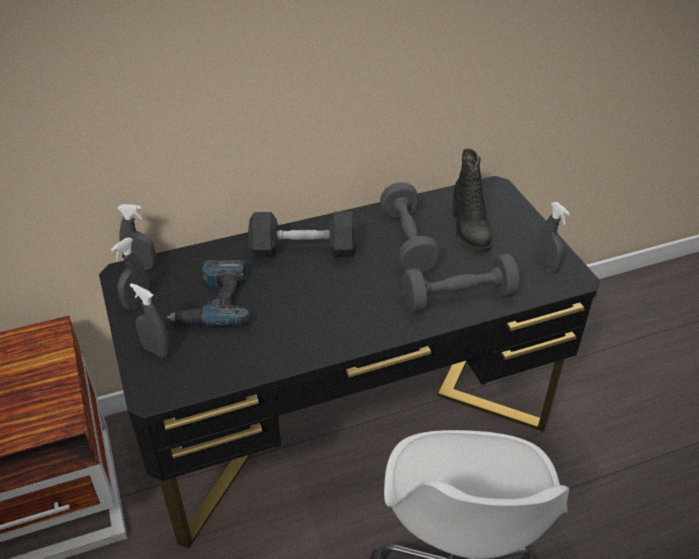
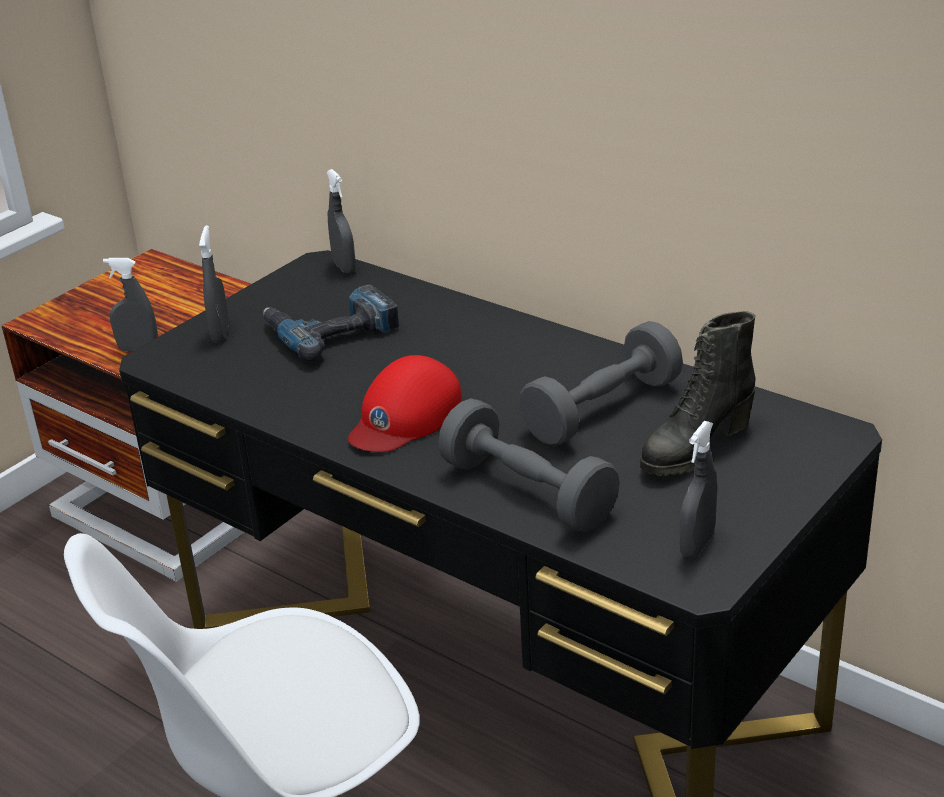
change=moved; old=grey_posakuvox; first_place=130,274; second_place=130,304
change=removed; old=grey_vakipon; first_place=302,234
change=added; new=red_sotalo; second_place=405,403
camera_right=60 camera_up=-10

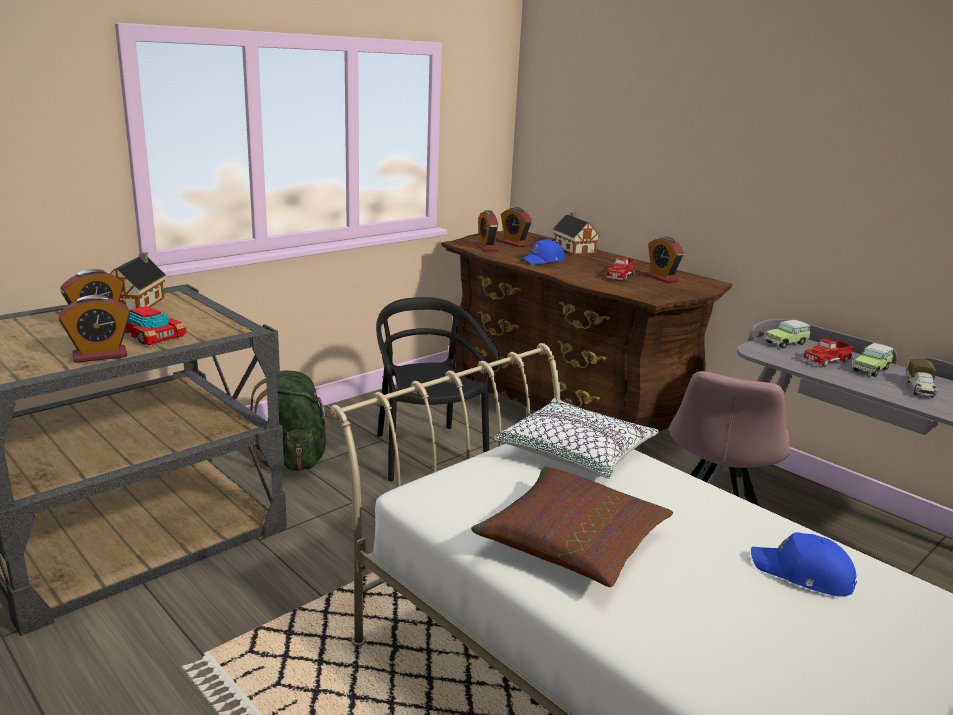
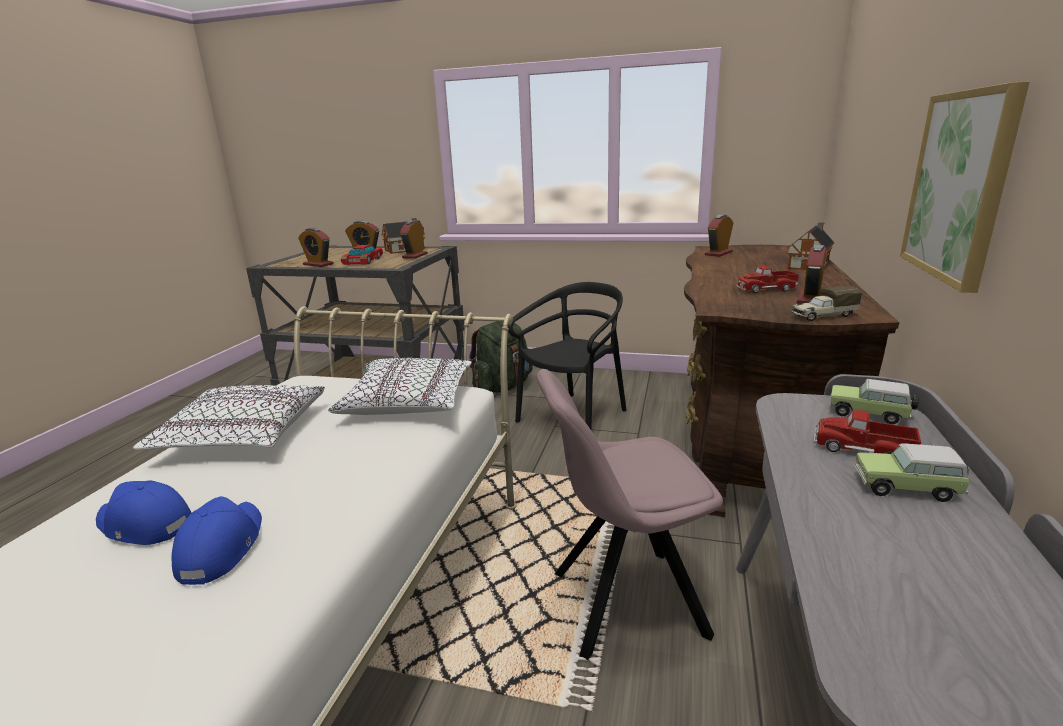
change=recoloured; old=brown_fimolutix; new=white_fimolutix; first_place=572,527; second_place=229,417
change=moved; old=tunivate; first_place=516,227; second_place=413,240
change=moved; old=blue_sotalo; first_place=543,252; second_place=144,512
change=moved; old=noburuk; first_place=922,378; second_place=826,303
change=added; new=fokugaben; second_place=965,187
camera_right=60 camera_up=0

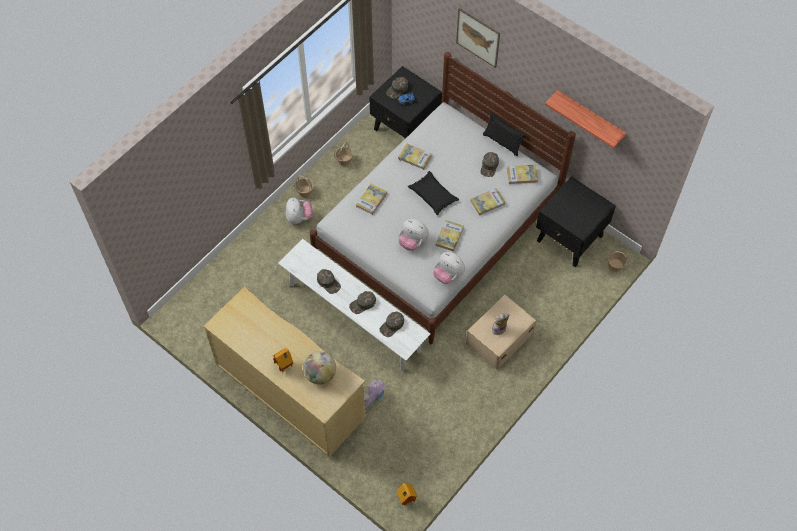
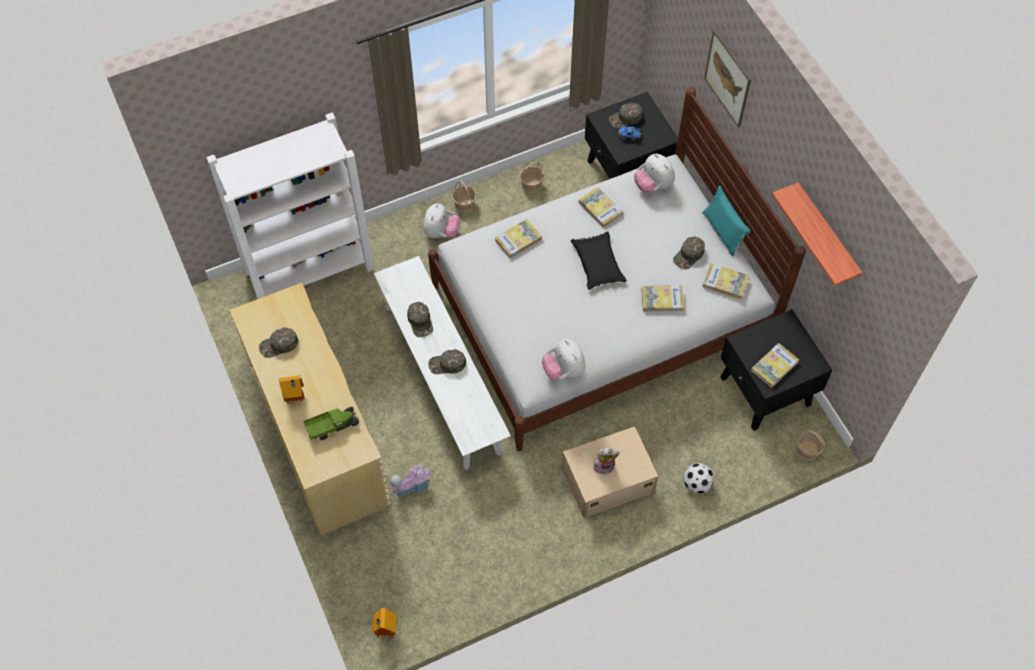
change=replaced; old=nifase; new=noburuk; first_place=319,368; second_place=331,423
change=moved; old=green_sotalo; first_place=391,324; second_place=278,342
change=moved; old=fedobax; first_place=413,235; second_place=654,173
change=moved; old=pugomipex; first_place=450,236; second_place=775,365
change=recoloured; old=black_fimolutix; new=turquoise_fimolutix; first_place=504,134; second_place=726,221
change=added; new=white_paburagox; second_place=290,206
change=added; new=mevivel; second_place=699,478
camera_right=25 camera_up=0

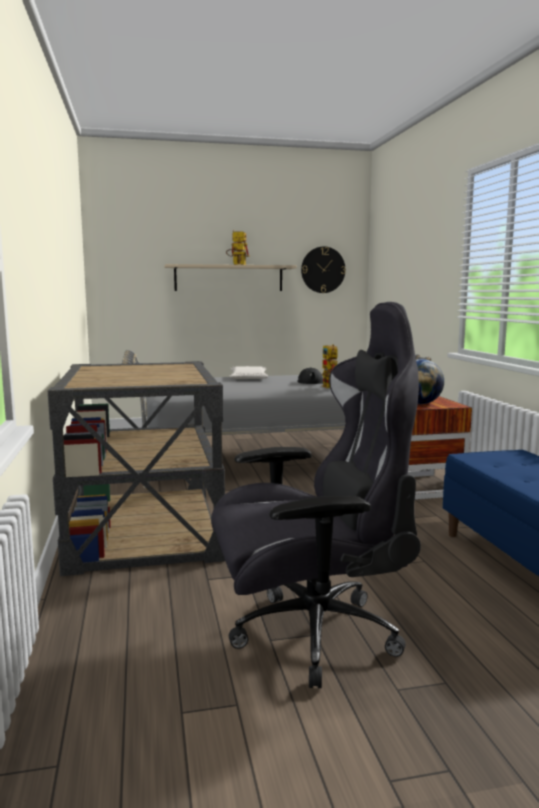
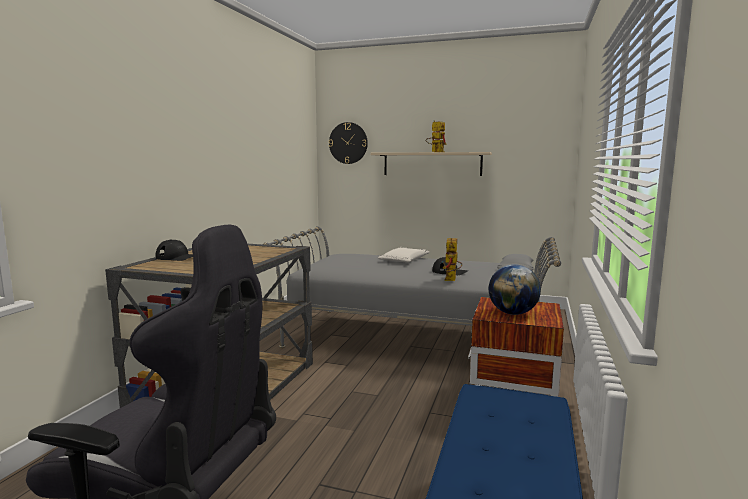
change=moved; old=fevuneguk; first_place=323,269; second_place=348,143
change=added; new=black_sotalo; second_place=174,250
camera_right=30 camera_up=0

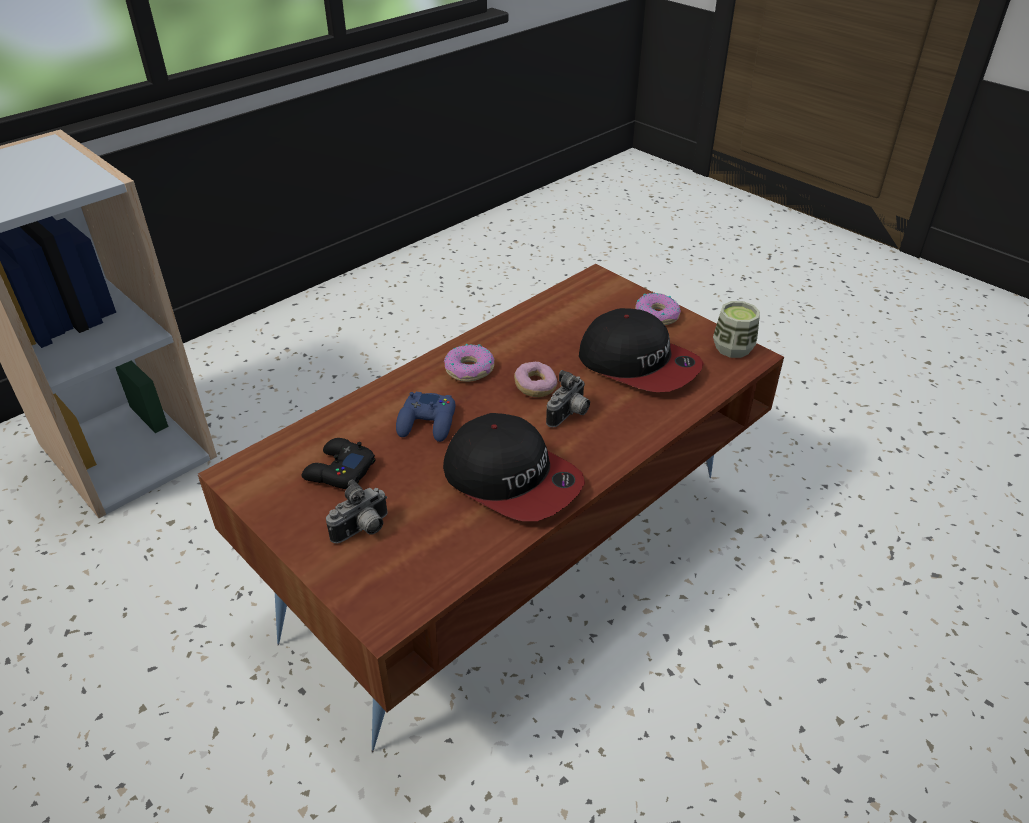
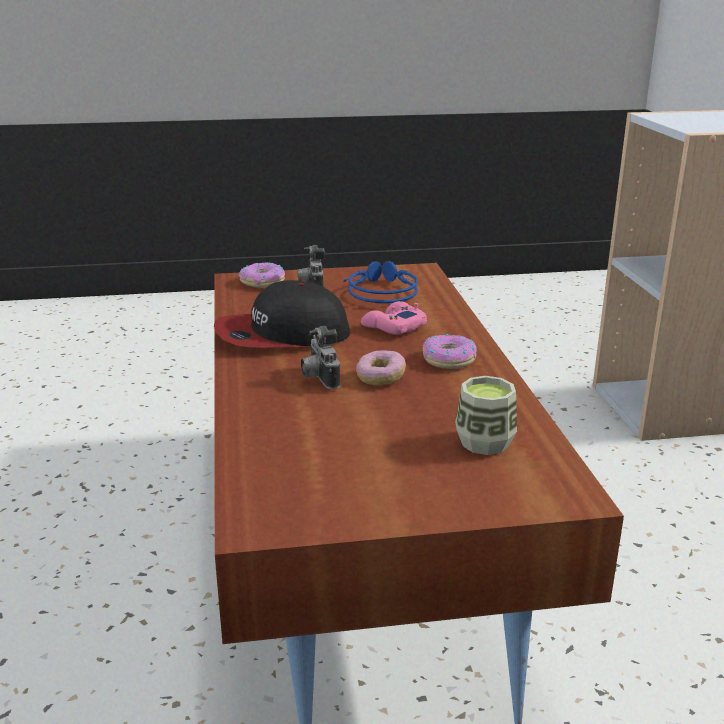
change=replaced; old=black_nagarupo; new=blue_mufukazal; first_place=339,463; second_place=380,282
change=recoloured; old=blue_nagarupo; new=pink_nagarupo; first_place=425,417; second_place=394,318
change=removed; old=sotalo; first_place=641,350
change=moved; old=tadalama; first_place=658,309; second_place=261,275
change=moved; old=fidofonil; first_place=736,329; second_place=486,415
camera_right=125 camera_up=-15

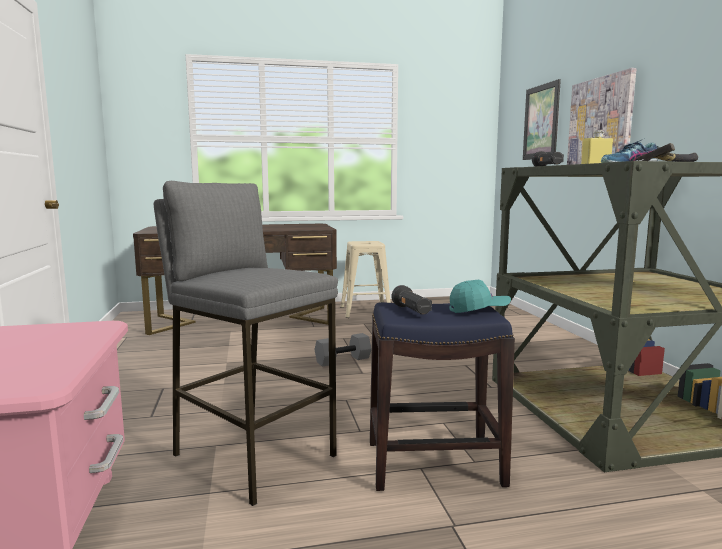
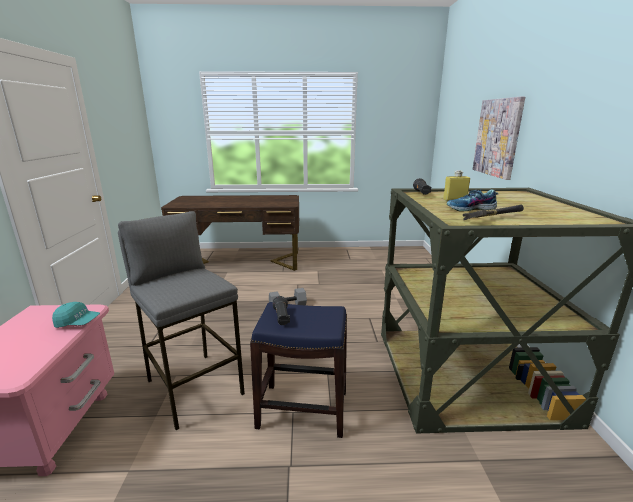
change=removed; old=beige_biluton; first_place=365,279
change=moved; old=turquoise_sotalo; first_place=480,296; second_place=76,315
change=removed; old=fokugaben; first_place=542,119
camera_right=10 camera_up=10

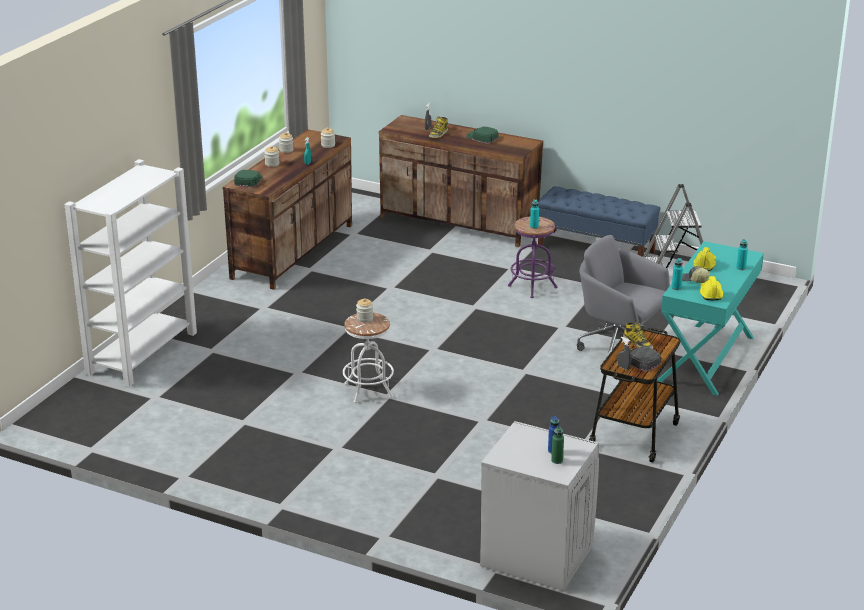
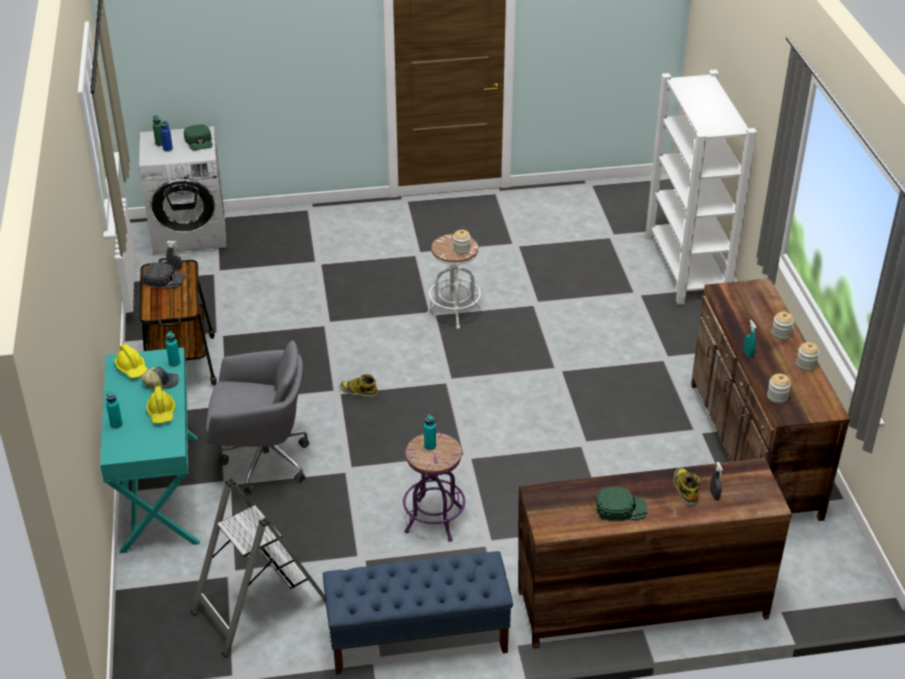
change=moved; old=green_sotalo; first_place=248,179; second_place=198,137
change=moved; old=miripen; first_place=638,335; second_place=359,386
camera_right=145 camera_up=10

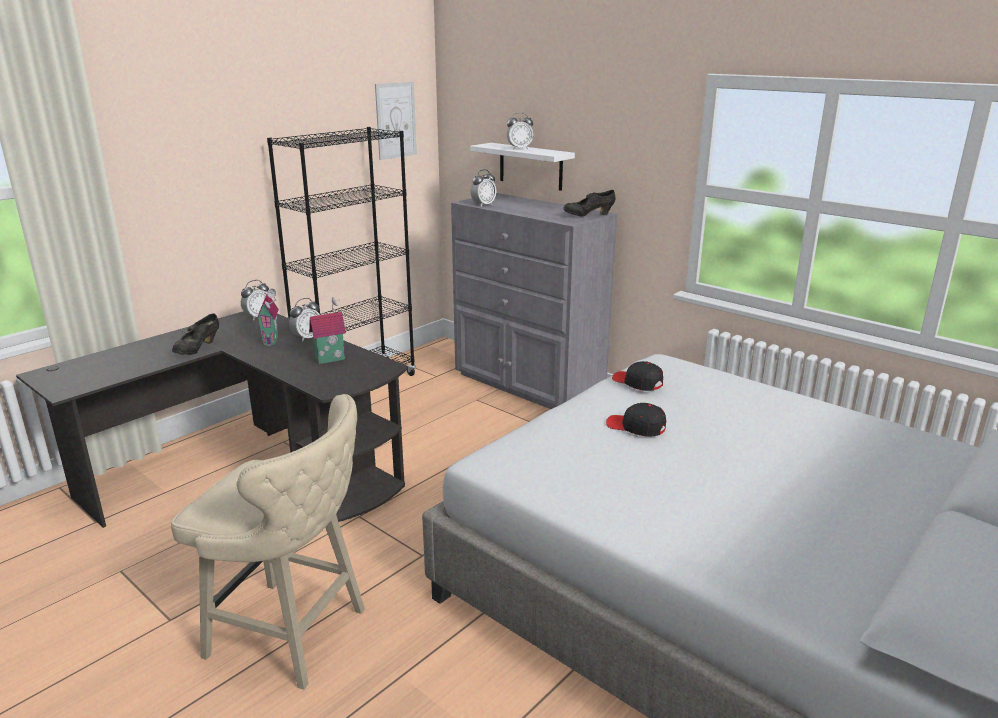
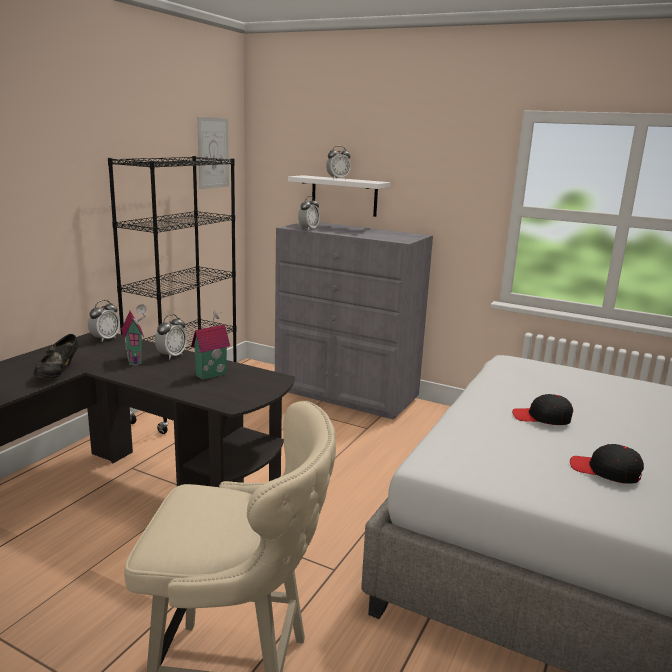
change=removed; old=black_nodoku; first_place=589,203
change=moved; old=black_sotalo; first_place=637,376; second_place=607,464
camera_right=-15 camera_up=-5

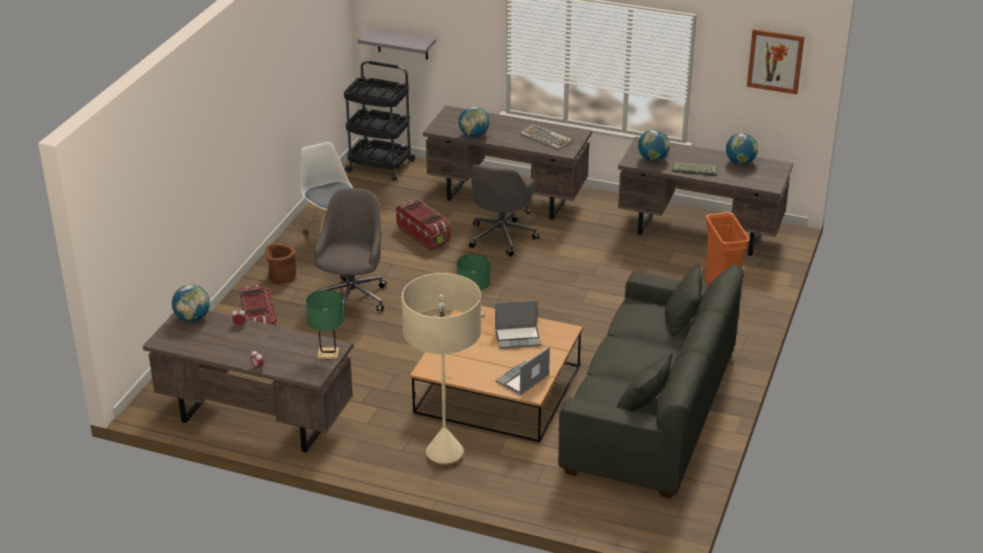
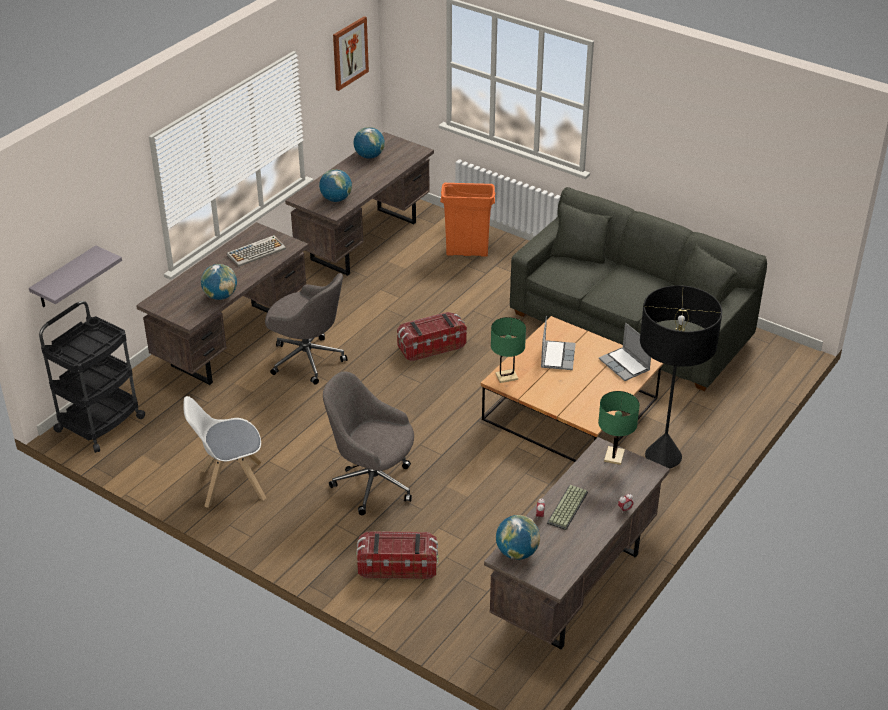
change=removed; old=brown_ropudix; first_place=280,263
change=moved; old=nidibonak; first_place=423,225; second_place=432,337
change=recoloured; old=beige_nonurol; new=black_nonurol; first_place=441,369; second_place=681,377
change=moved; old=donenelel; first_place=694,169; second_place=567,507
camera_right=-75 camera_up=5

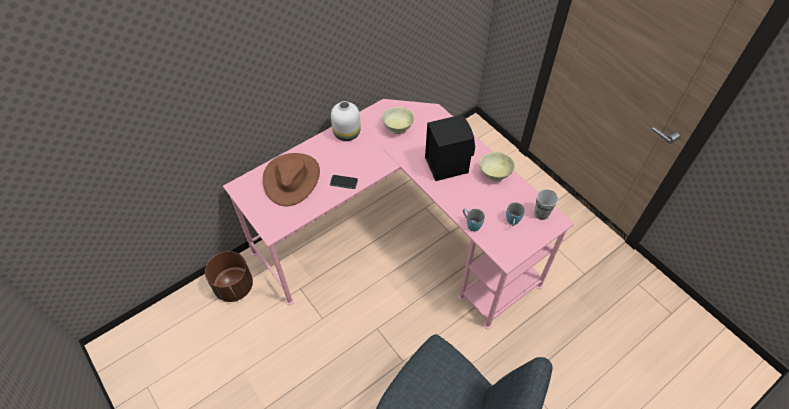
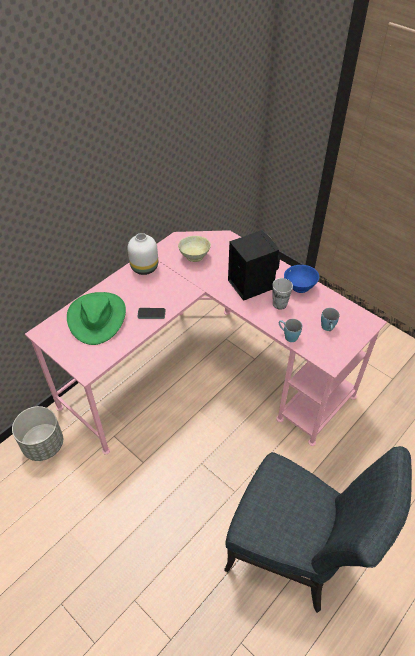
change=recoloured; old=brown_ropudix; new=grey_ropudix; first_place=229,276; second_place=37,433
change=recoloured; old=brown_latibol; new=green_latibol; first_place=291,179; second_place=96,318
change=recoloured; old=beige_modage; new=blue_modage; first_place=497,166; second_place=301,279
change=moved; old=fidofonil; first_place=546,204; second_place=282,294
camera_right=-10 camera_up=-5

